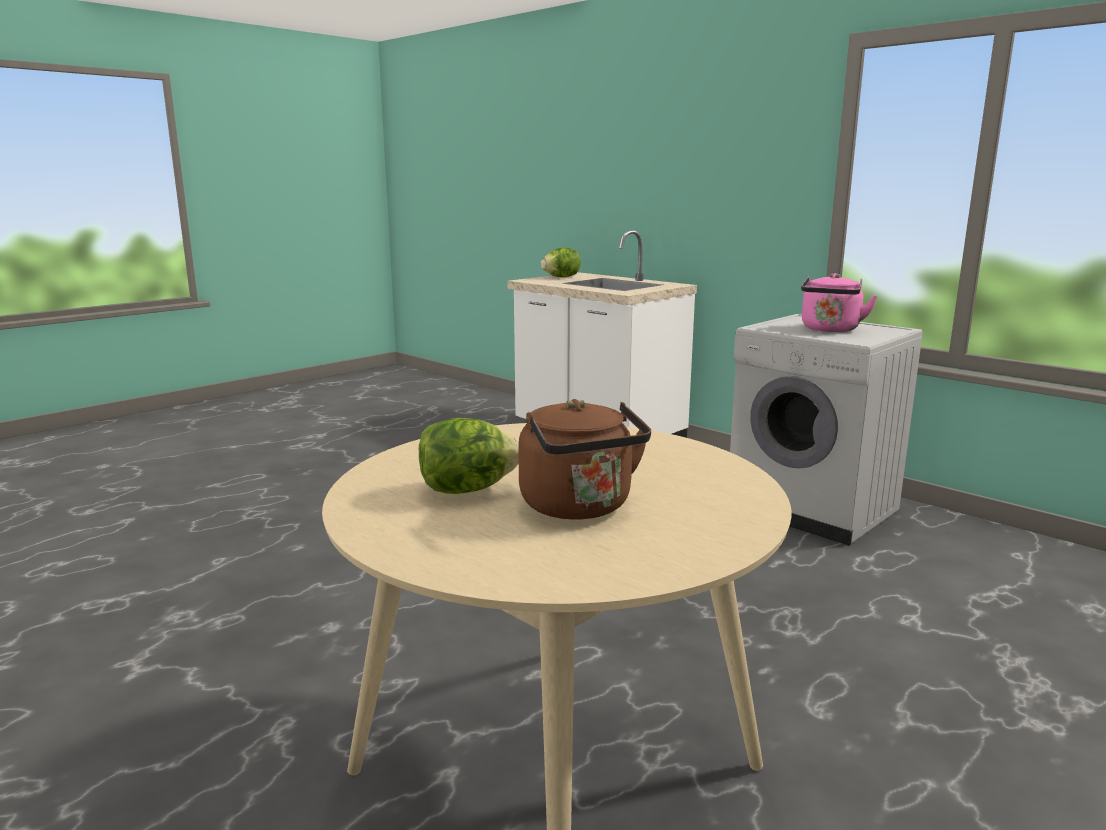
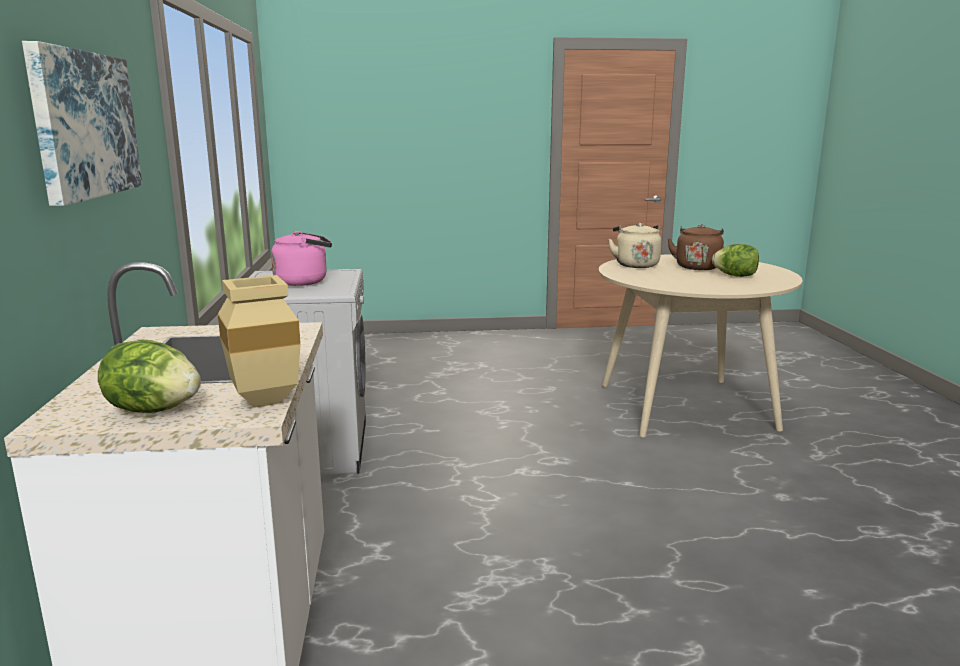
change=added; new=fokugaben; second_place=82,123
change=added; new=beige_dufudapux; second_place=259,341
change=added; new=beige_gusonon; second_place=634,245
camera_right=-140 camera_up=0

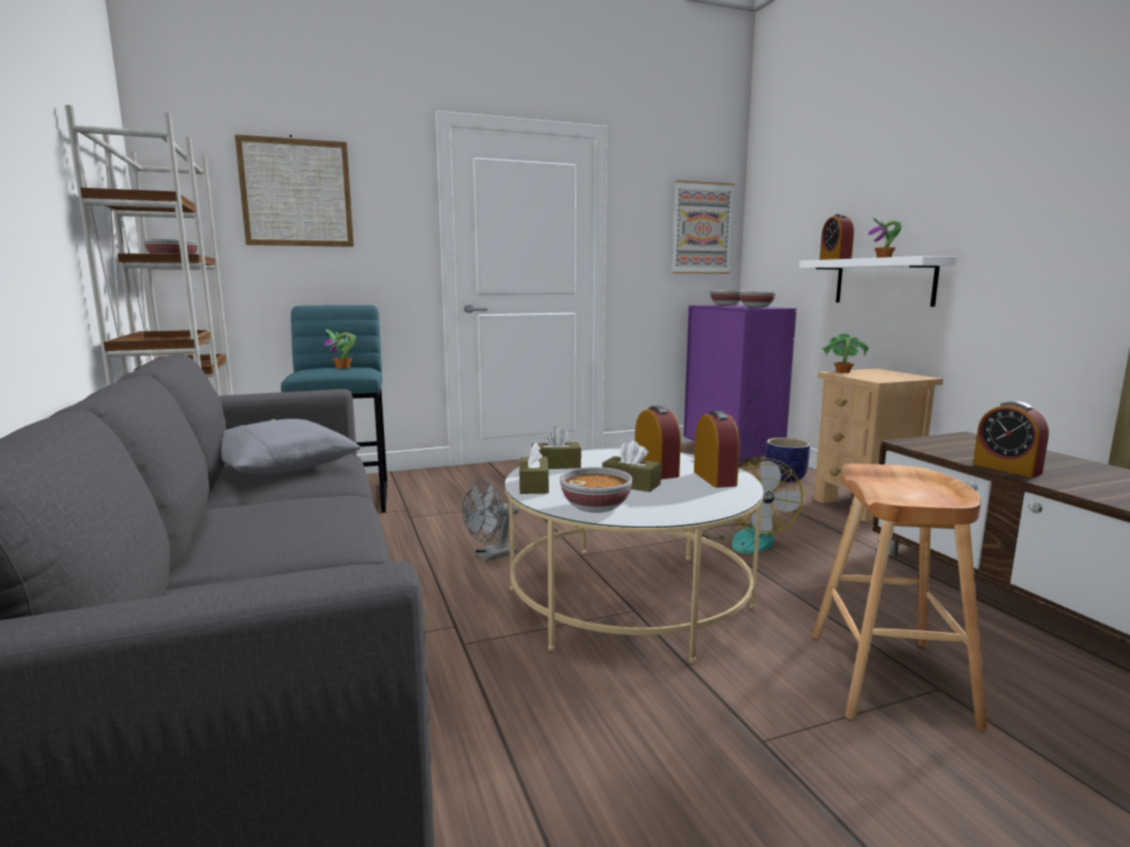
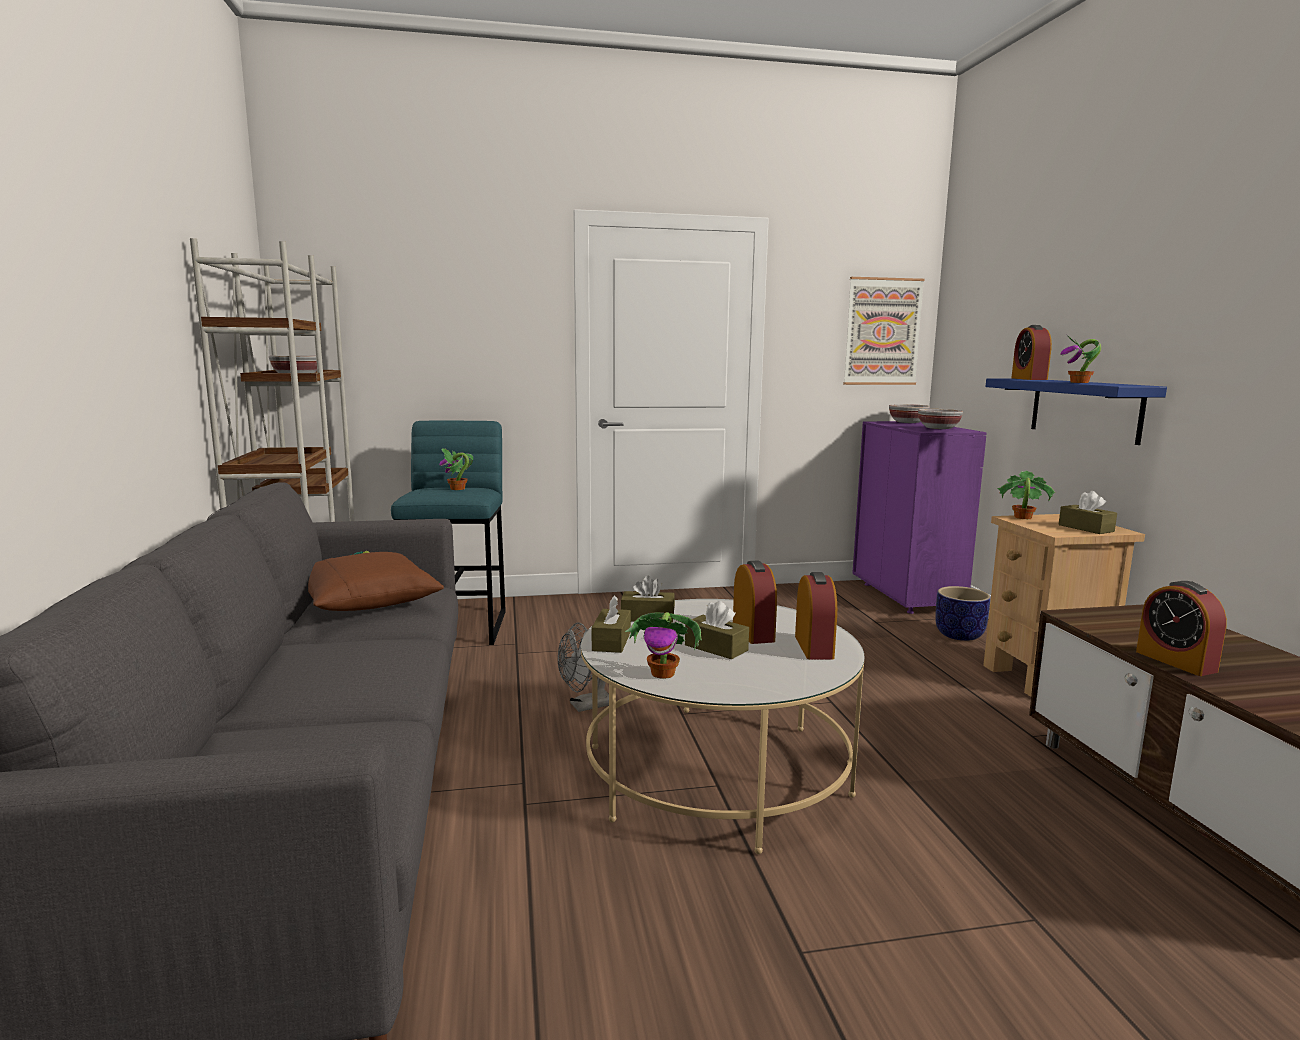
change=recoloured; old=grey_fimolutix; new=brown_fimolutix; first_place=291,446; second_place=376,581
change=removed; old=fokugaben; first_place=294,190
change=replaced; old=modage; new=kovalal; first_place=596,490; second_place=663,645
change=removed; old=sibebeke; first_place=753,506
change=recoloured; old=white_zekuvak; new=blue_zekuvak; first_place=878,281; second_place=1076,411
change=removed; old=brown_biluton; first_place=899,597
change=added; new=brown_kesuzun; second_place=1088,512
camera_right=10 camera_up=0

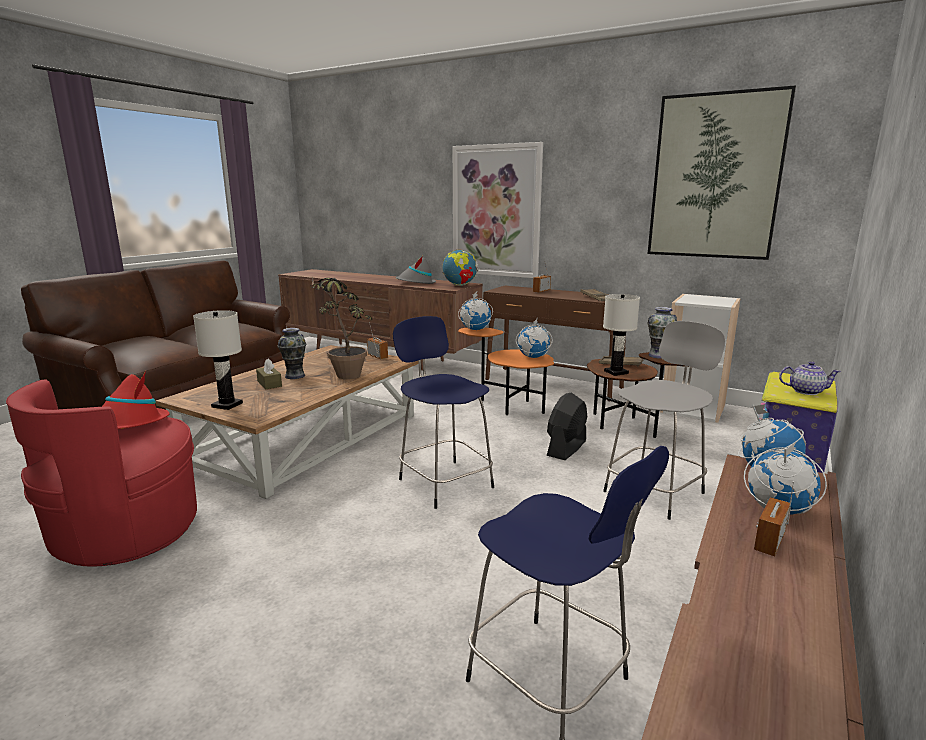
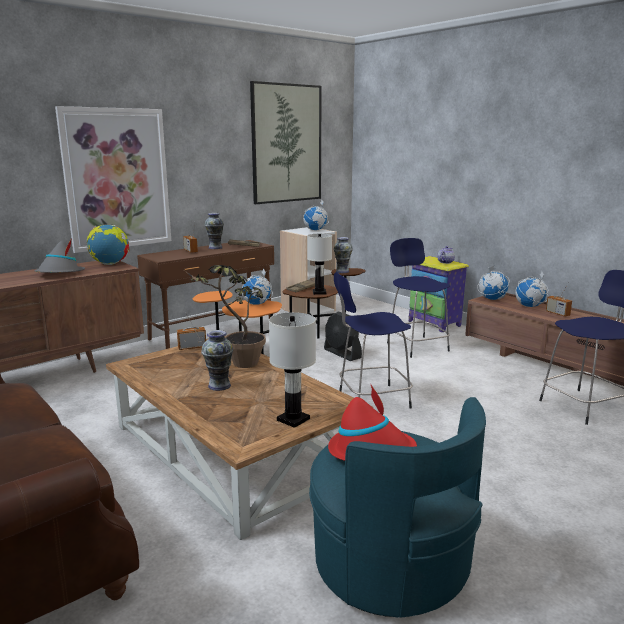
change=recoloured; old=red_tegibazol; new=turquoise_tegibazol; first_place=101,473; second_place=397,507
change=removed; old=brown_kesuzun; first_place=269,374
change=moved; old=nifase; first_place=475,311; second_place=315,214
change=recoloured; old=grey_biluton; new=blue_biluton; first_place=664,420; second_place=418,298
change=added; new=dufudapux; second_place=214,231
camera_right=-70 camera_up=0

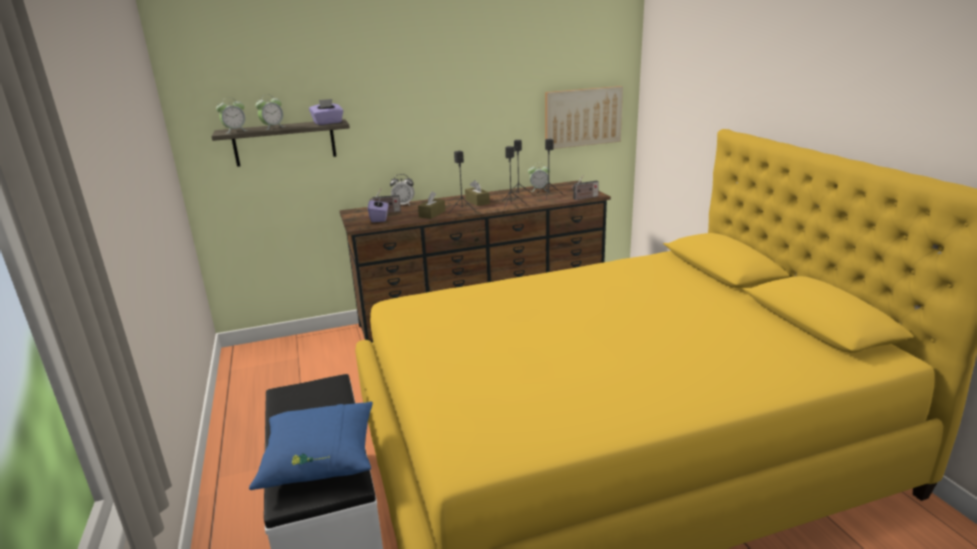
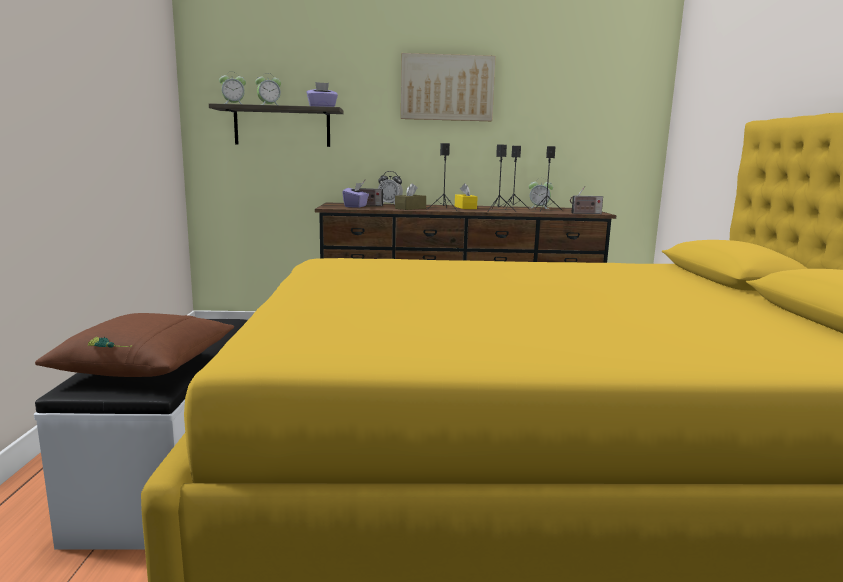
change=recoloured; old=blue_fimolutix; new=brown_fimolutix; first_place=311,445; second_place=134,345
change=recoloured; old=brown_kesuzun; new=yellow_kesuzun; first_place=477,193; second_place=466,196
change=moved; old=fokugaben; first_place=584,117; second_place=448,87
camera_right=15 camera_up=-10

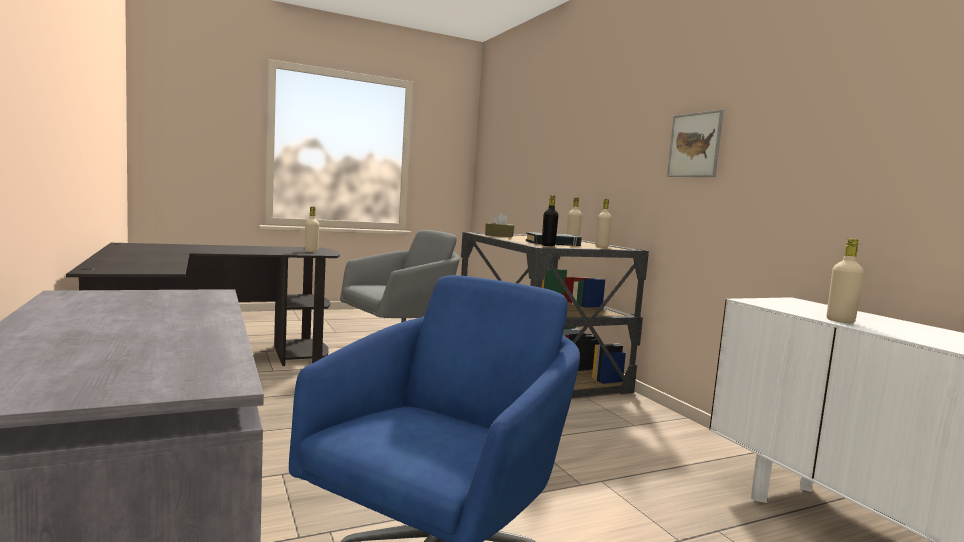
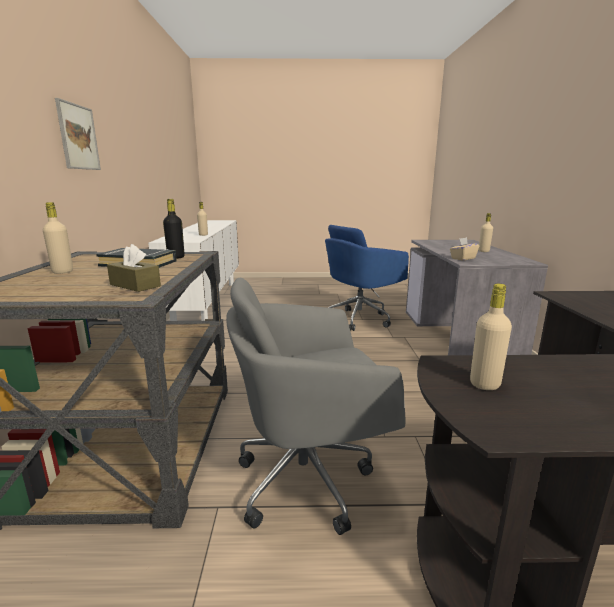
change=moved; old=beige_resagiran; first_place=604,223; second_place=486,232
change=added; new=beige_kesuzun; second_place=464,249
camera_right=-155 camera_up=10

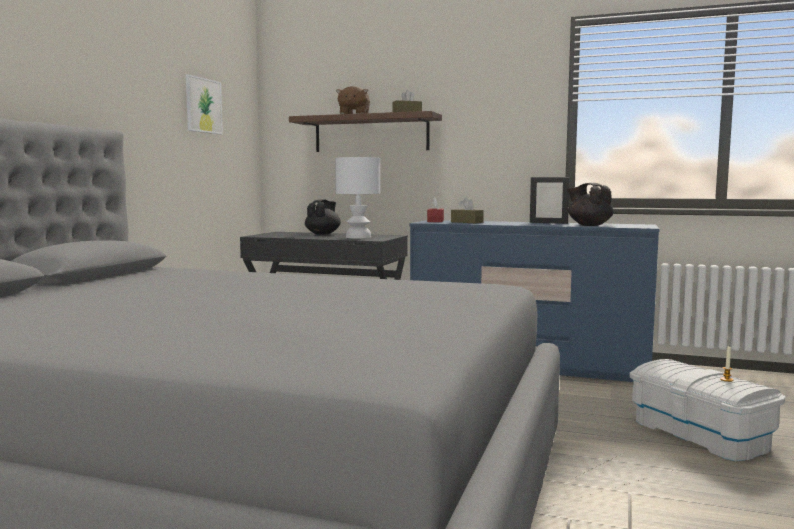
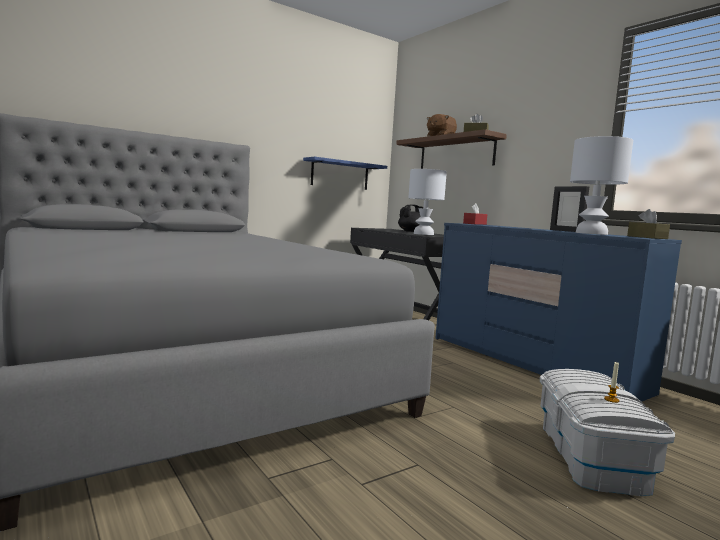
change=removed; old=fokugaben; first_place=204,104
change=moved; old=brown_kesuzun; first_place=467,210; second_place=648,224
change=replaced; old=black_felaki; new=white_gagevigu; first_place=590,204; second_place=601,185
change=added; new=blue_zekuvak; second_place=345,173
camera_right=35 camera_up=0

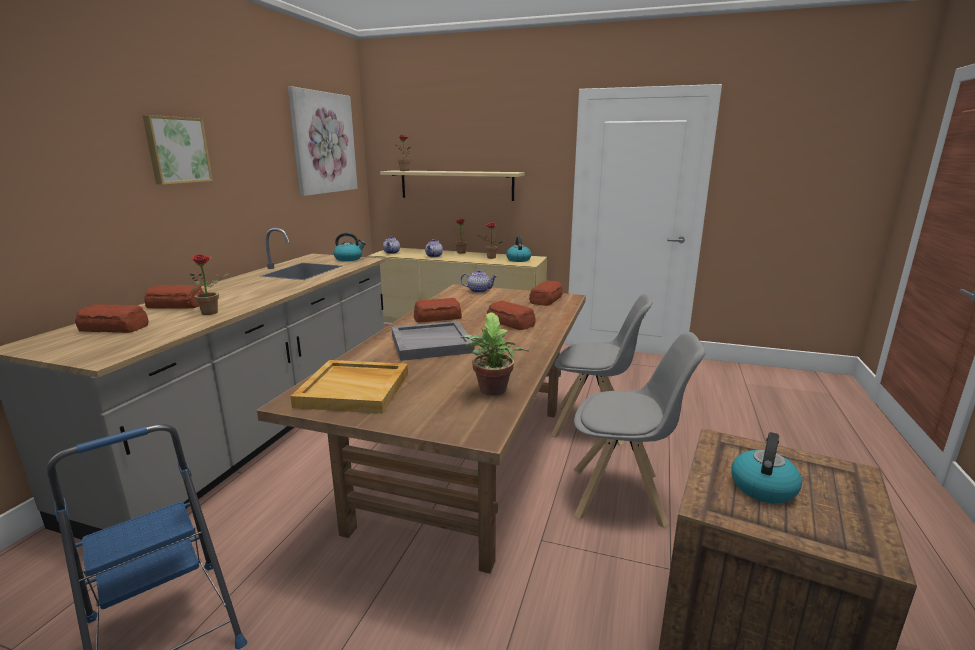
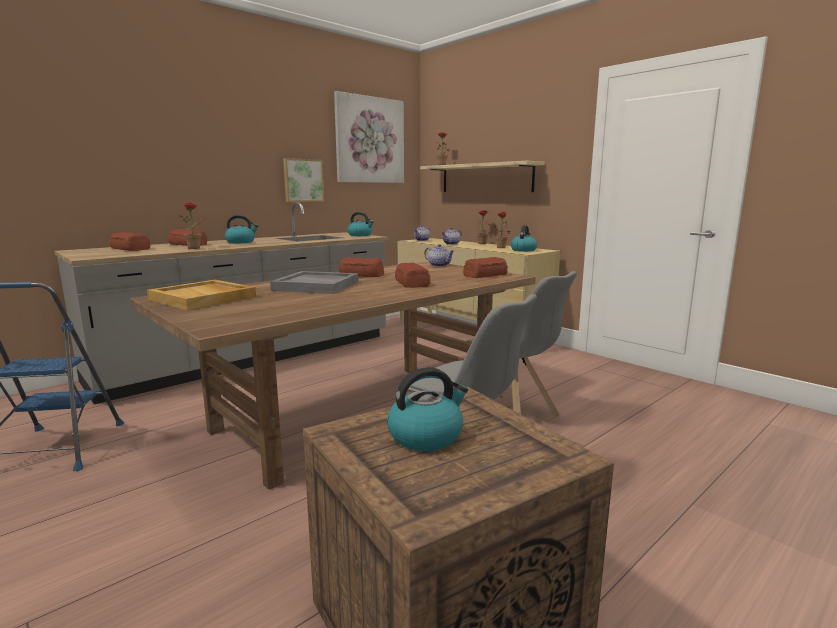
change=moved; old=fokugaben; first_place=177,150; second_place=303,180
change=removed; old=kovalal; first_place=495,354
change=added; new=gusonon; second_place=241,229
camera_right=30 camera_up=-5

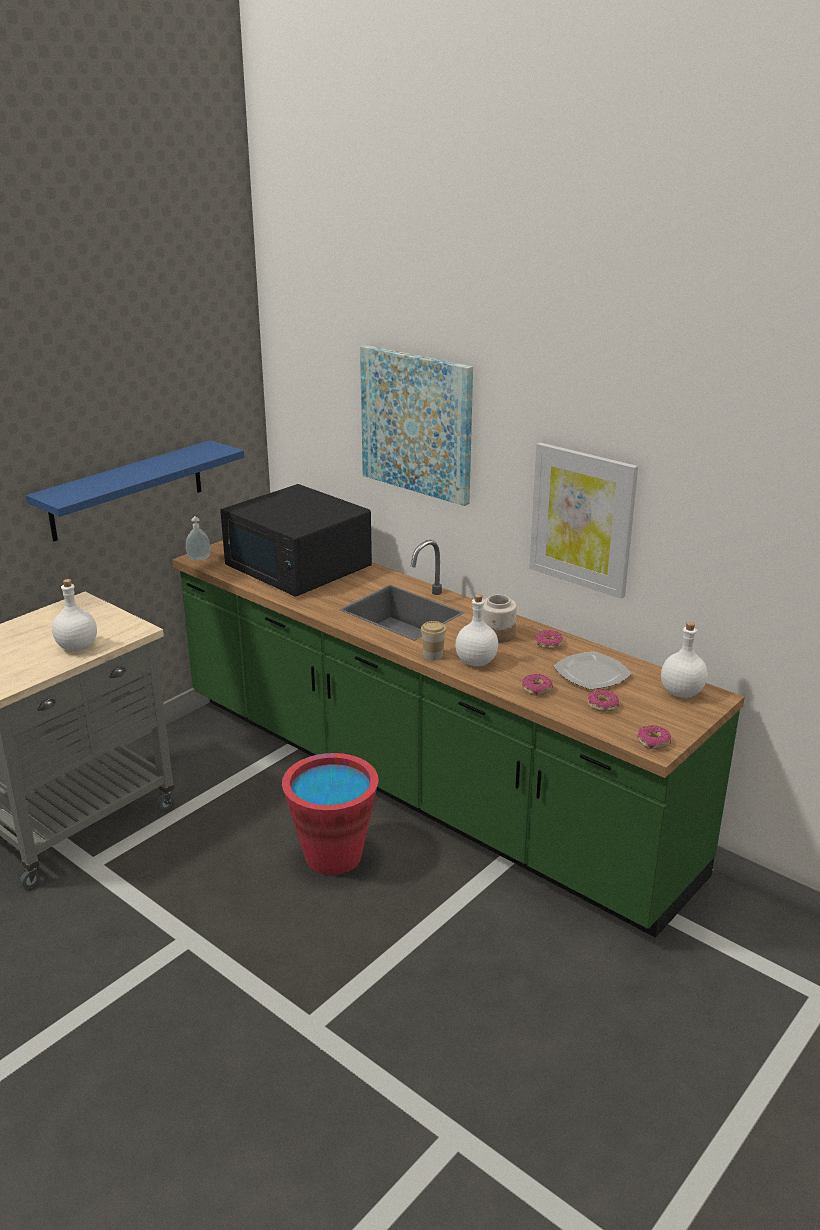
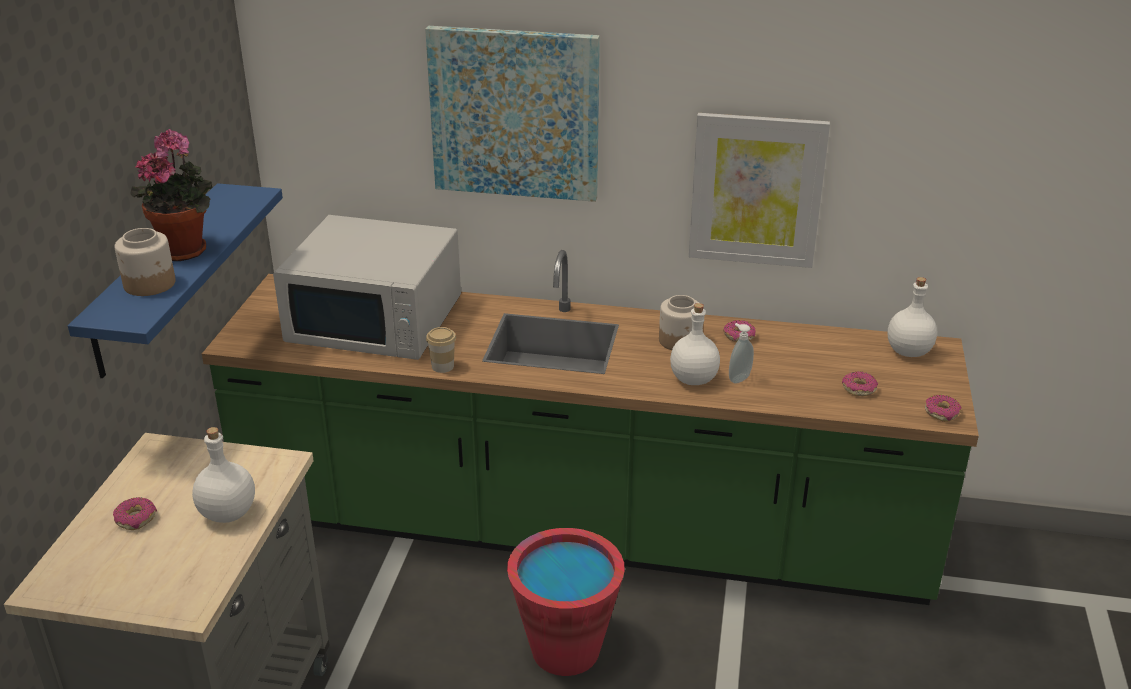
change=moved; old=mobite; first_place=198,538; second_place=741,353
change=recoloured; old=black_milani; new=white_milani; first_place=296,540; second_place=367,287
change=moved; old=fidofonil; first_place=433,640; second_place=441,350
change=moved; old=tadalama; first_place=537,685; second_place=135,513
change=removed; old=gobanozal; first_place=592,670
change=added; new=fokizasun; second_place=145,262
change=added; new=kovalal; second_place=172,195
camera_right=-30 camera_up=5

